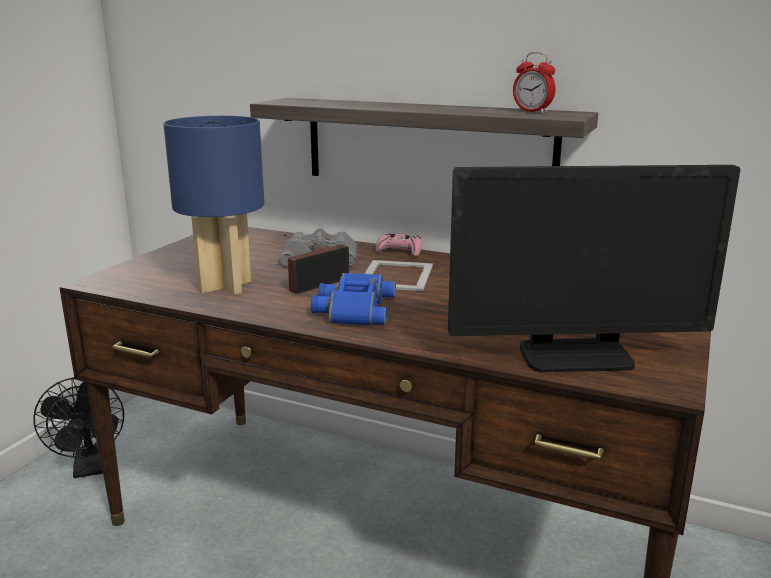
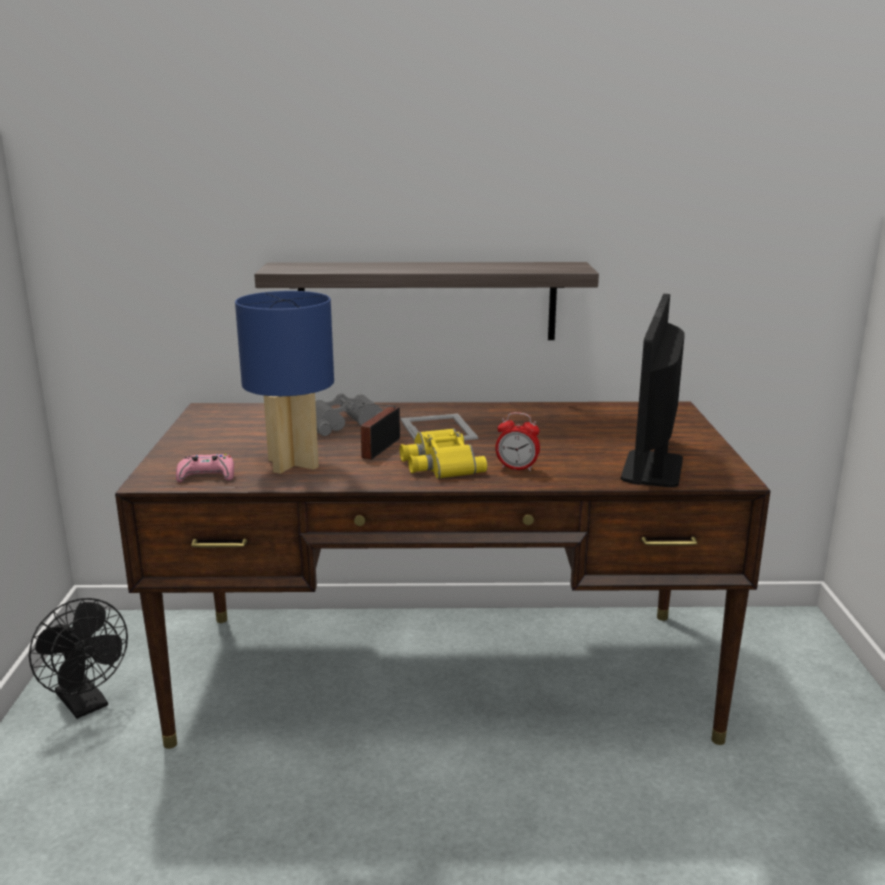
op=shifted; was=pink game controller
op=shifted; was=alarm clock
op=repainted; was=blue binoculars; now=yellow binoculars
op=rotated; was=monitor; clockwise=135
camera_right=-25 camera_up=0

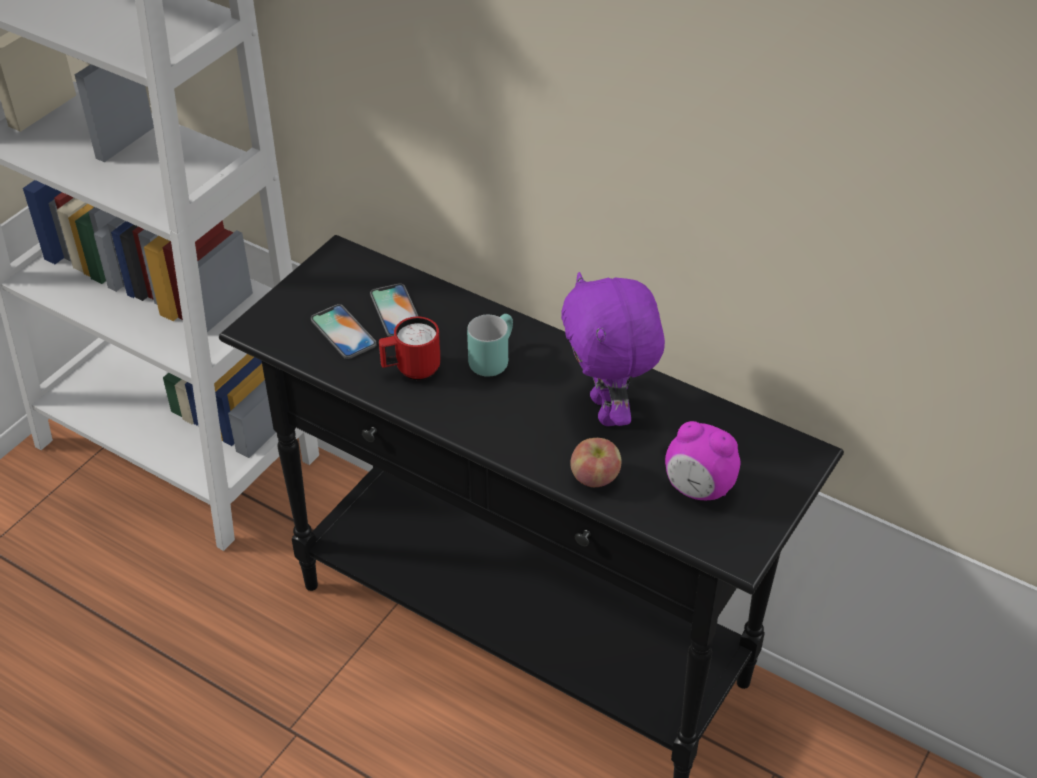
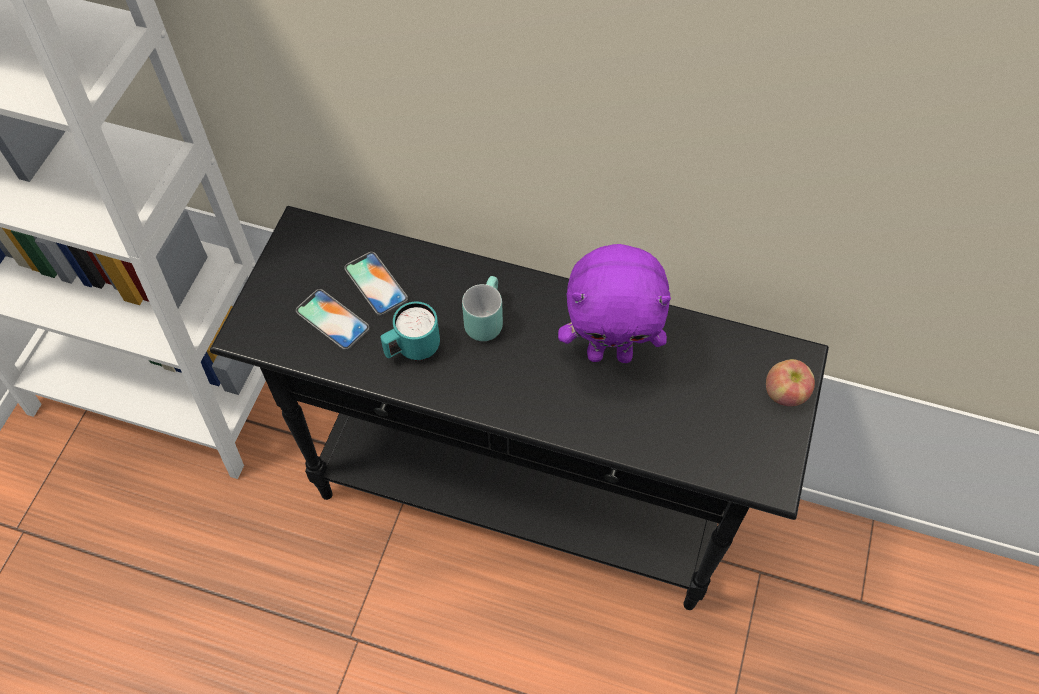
op=gone; was=alarm clock
op=shifted; was=apple
op=repainted; was=red mug; now=turquoise mug (no. 1 from left)
op=rotated; was=purple plush toy; clockwise=-60
camera_right=-15 camera_up=15

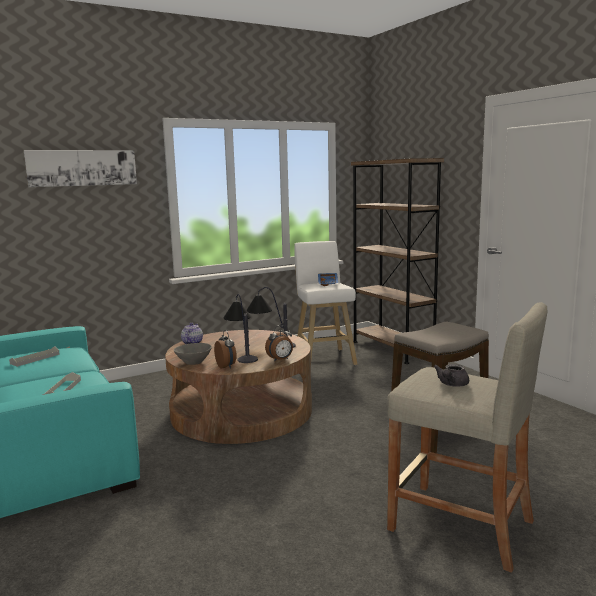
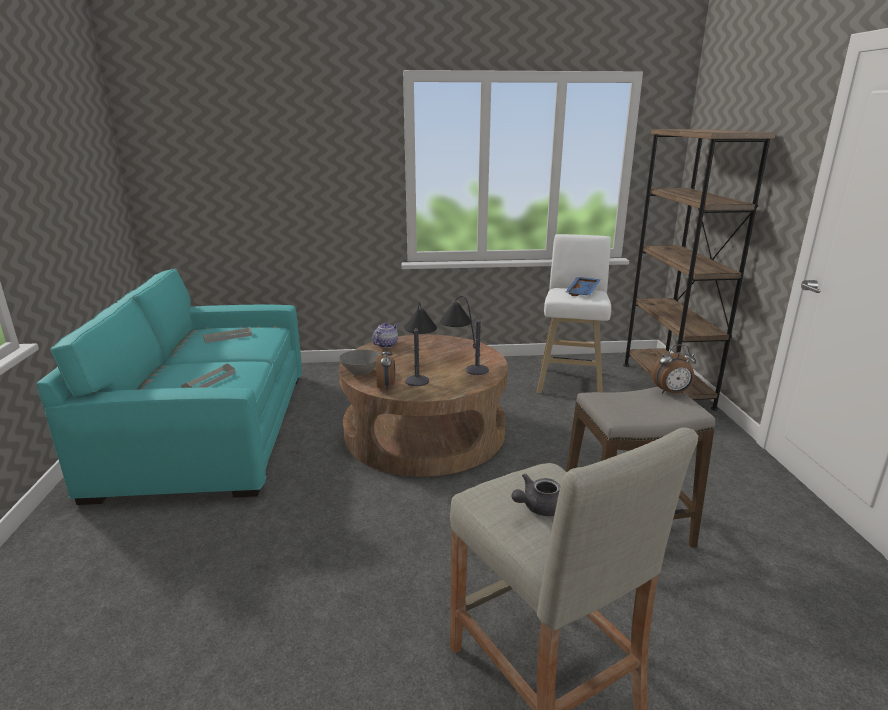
op=gone; was=picture
op=shifted; was=alarm clock (no. 2 from left)
camera_right=25 camera_up=10

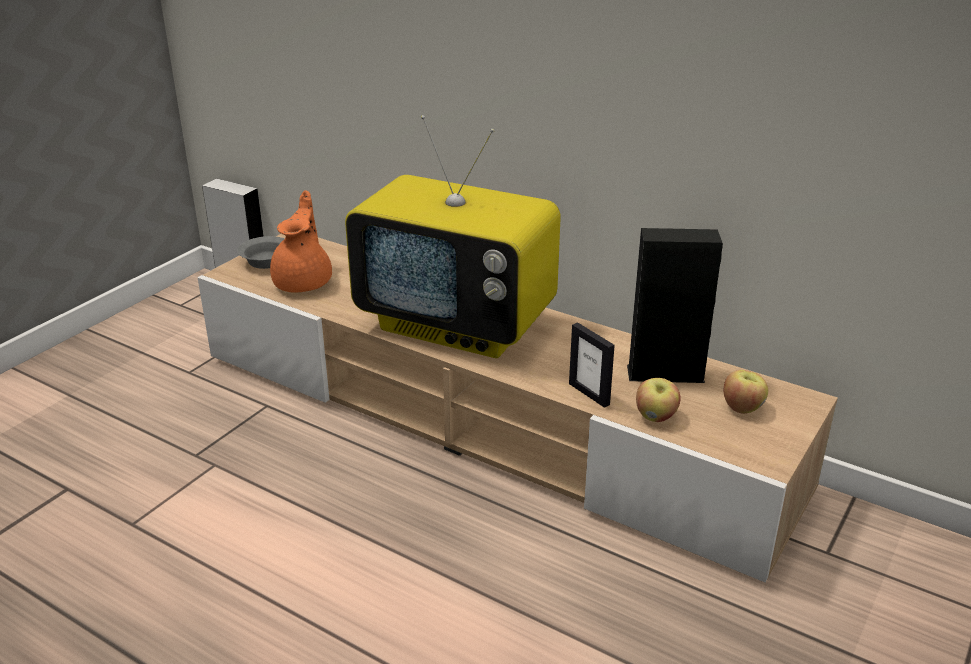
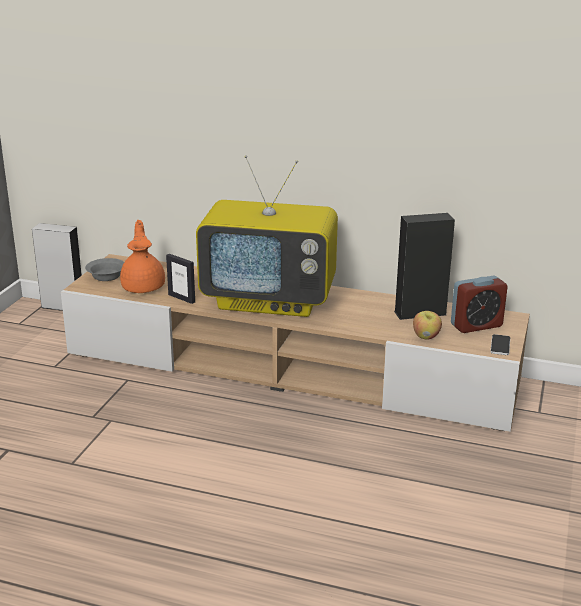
op=new; now=phone
op=shifted; was=picture frame
op=swapped; was=apple (no. 2 from left); now=alarm clock
camera_right=-15 camera_up=-5

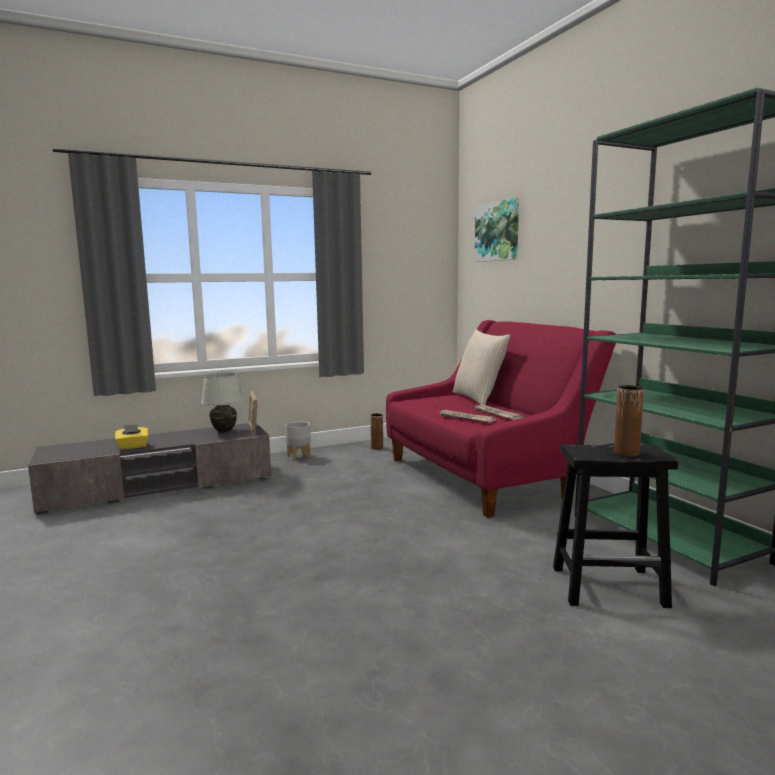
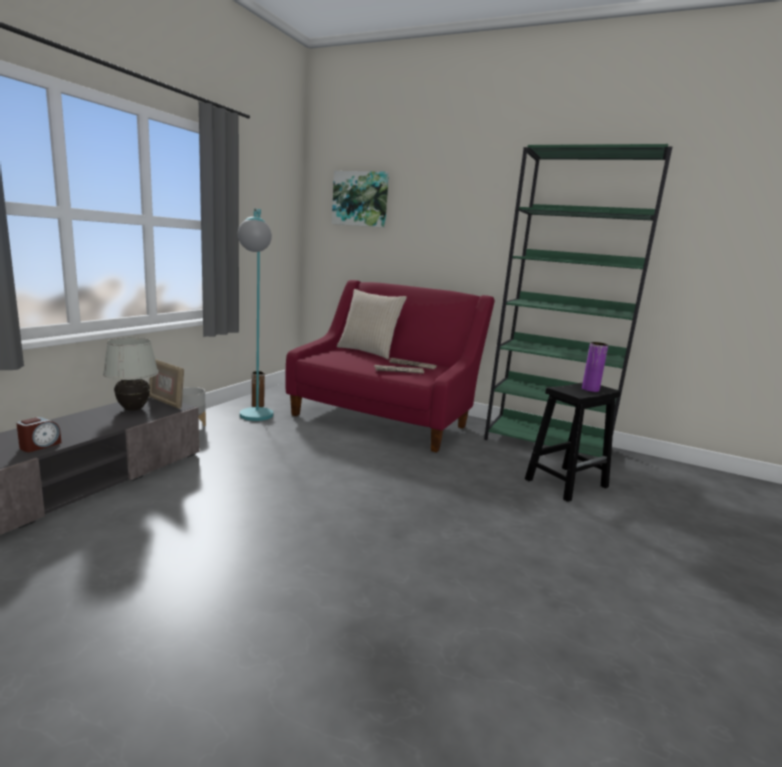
op=new; now=turquoise floor lamp
op=swapped; was=yellow tissue box; now=alarm clock
op=repainted; was=brown vase (no. 2 from left); now=purple vase
camera_right=-40 camera_up=5

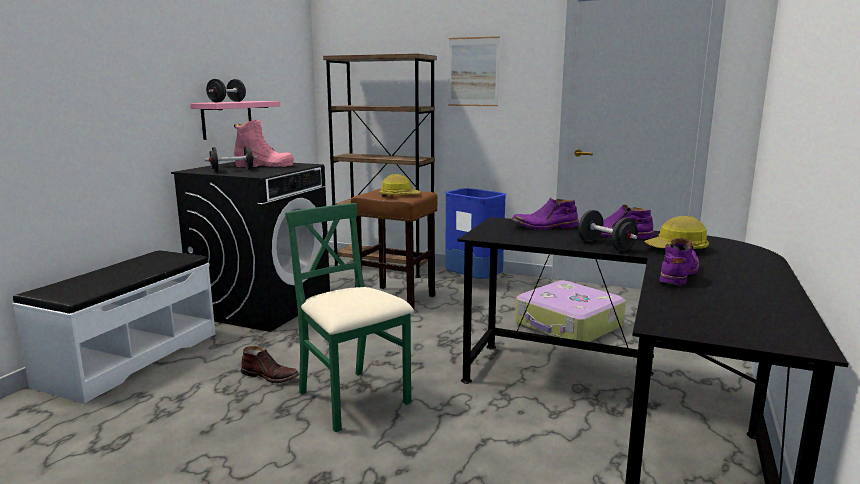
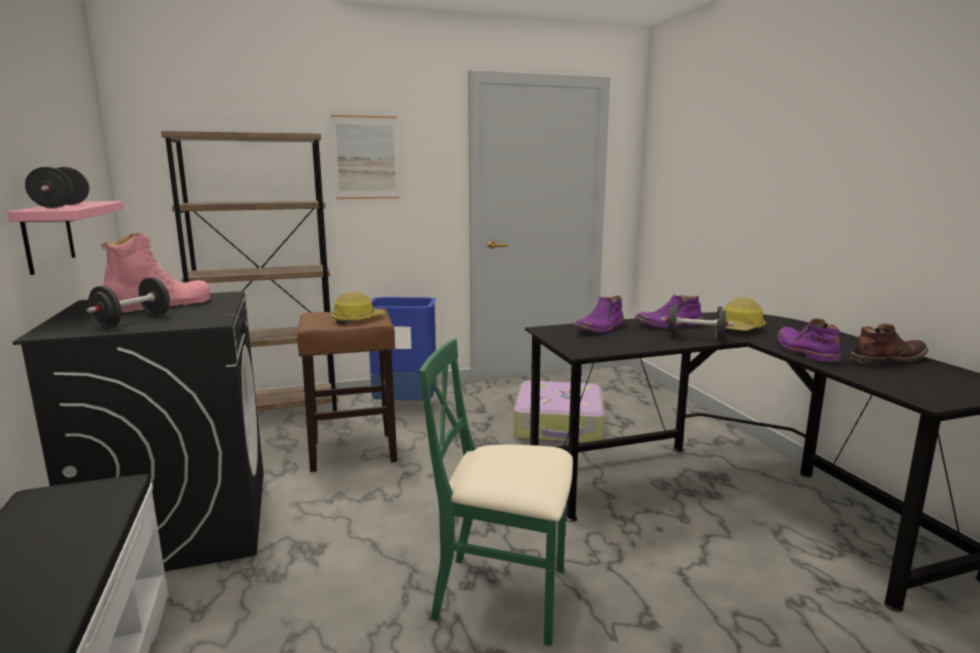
op=shifted; was=brown boot
camera_right=-40 camera_up=0

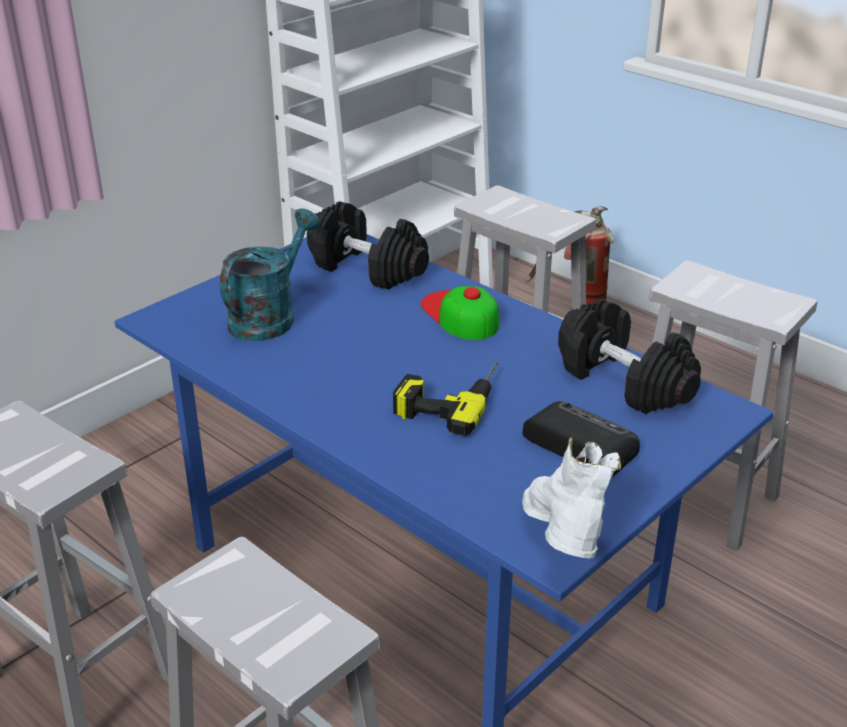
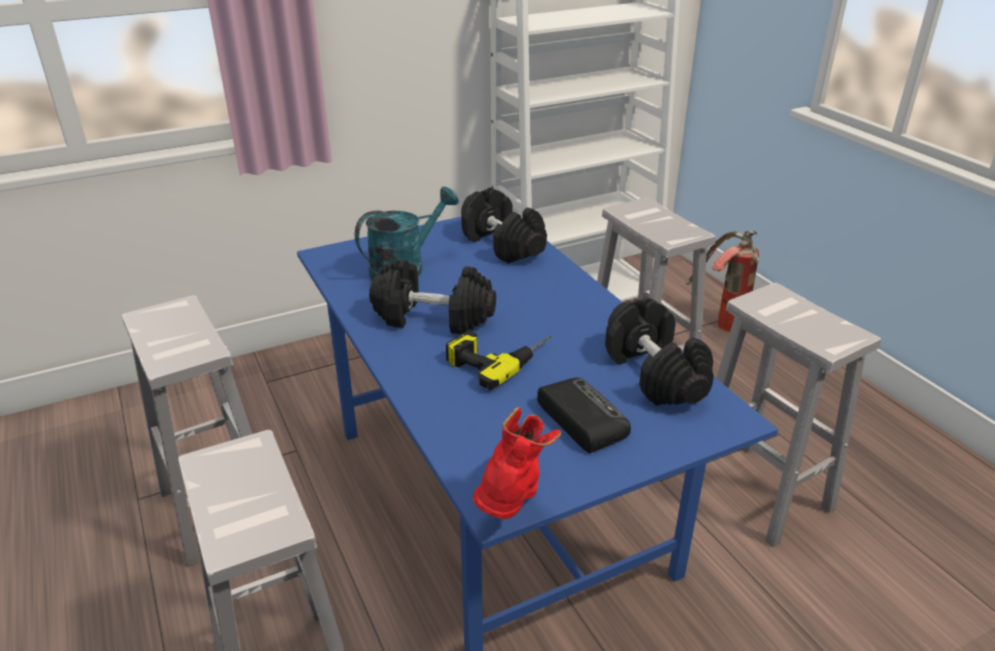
op=gone; was=cap
op=new; now=black dumbbell (no. 1 from left)
op=repainted; was=white boot; now=red boot
camera_right=20 camera_up=0

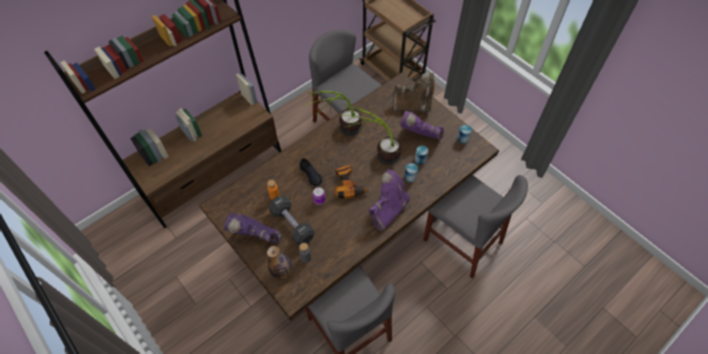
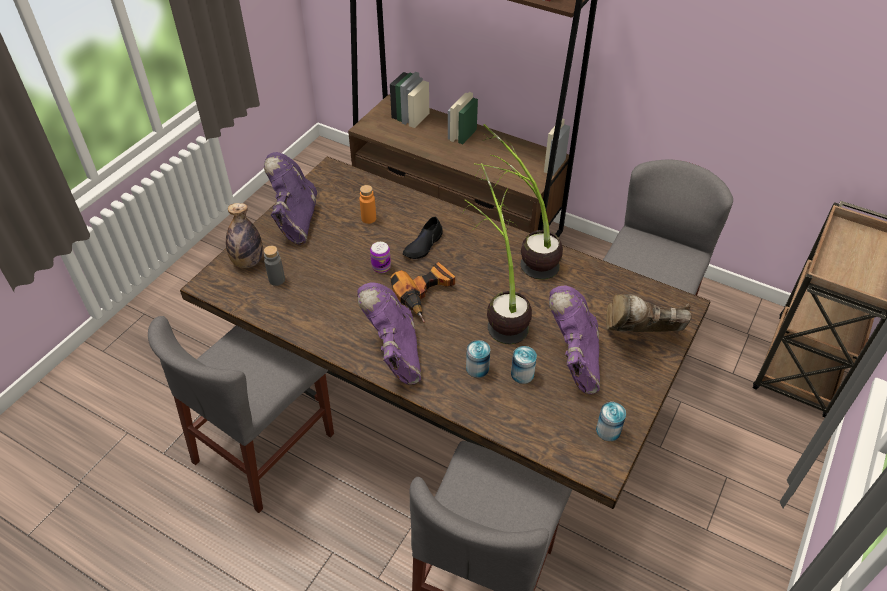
op=gone; was=black dumbbell
op=rotated; was=purple boot (no. 2 from left); clockwise=-120
op=rotated; was=brown boot; clockwise=105
camera_right=70 camera_up=-10

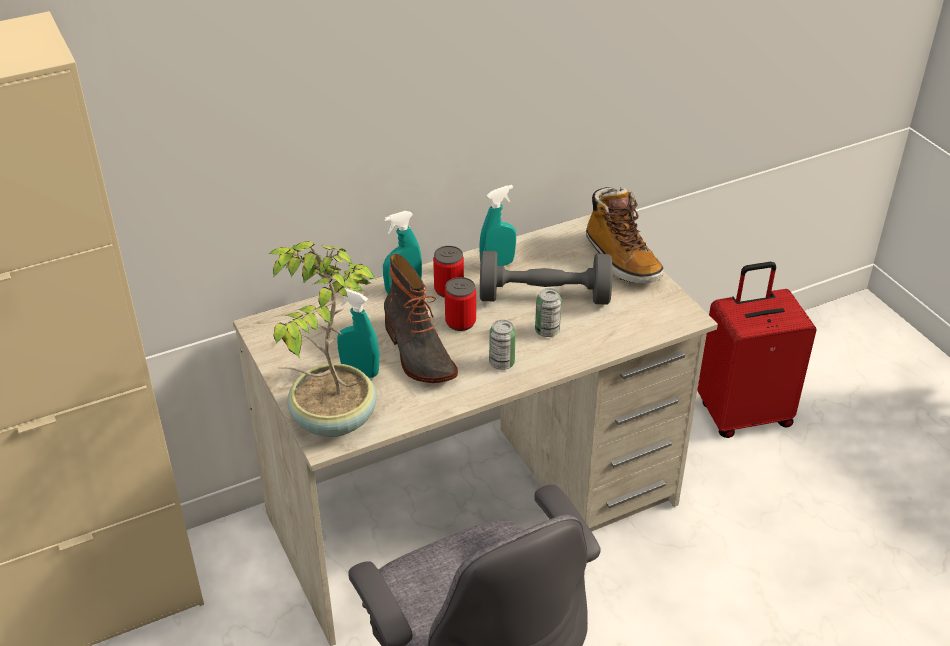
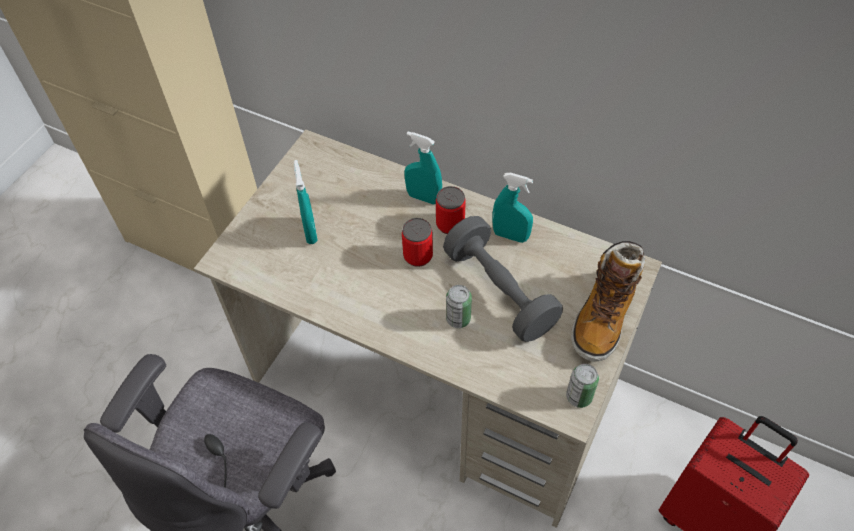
op=gone; was=potted plant
op=gone; was=boot (no. 1 from left)
op=shifted; was=can (no. 3 from left in the first image); now=can (no. 4 from left)
camera_right=55 camera_up=15

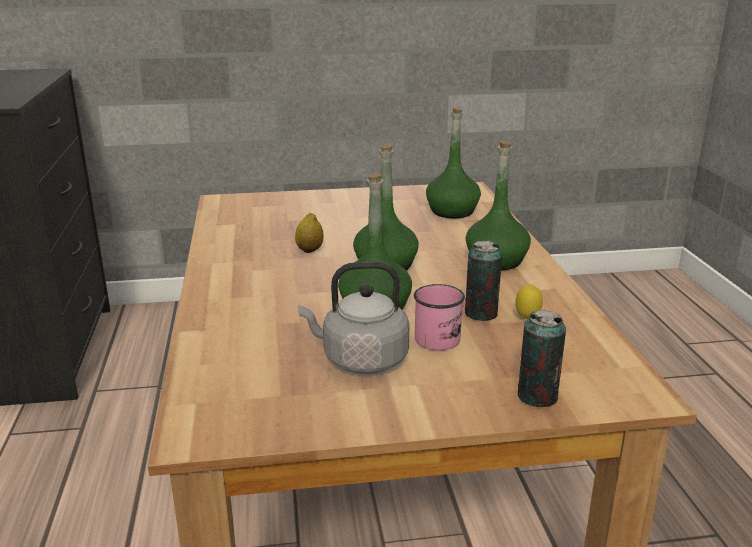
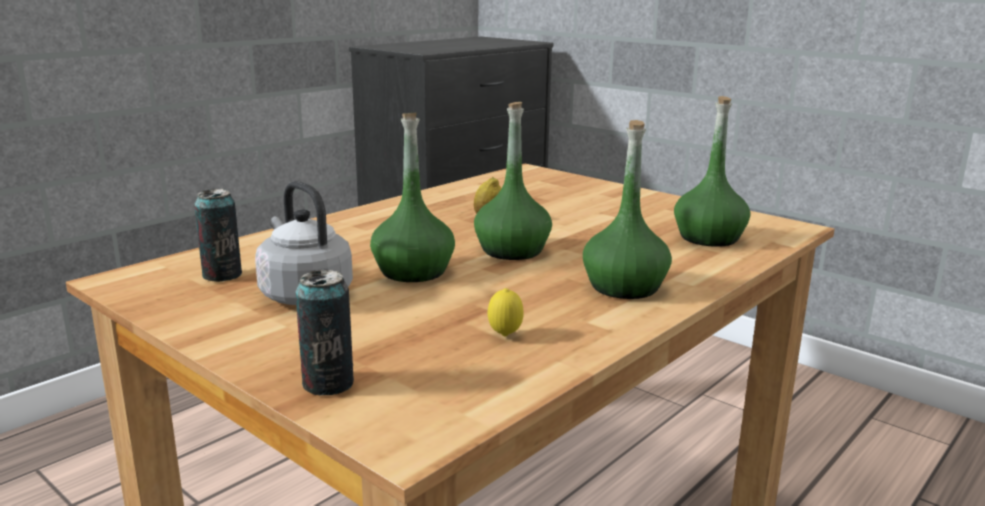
op=gone; was=pink mug
op=shifted; was=can (no. 1 from left)
camera_right=50 camera_up=-5

